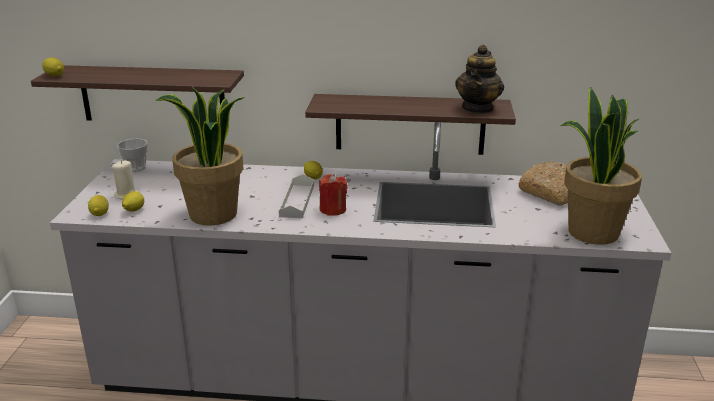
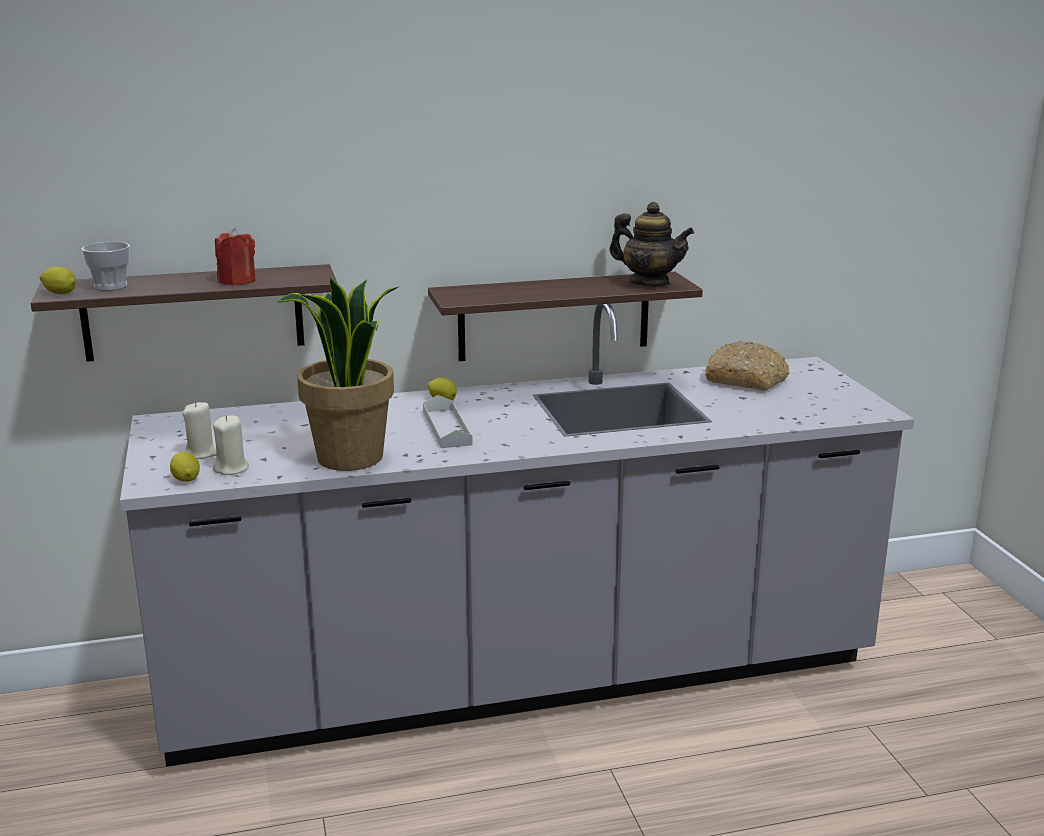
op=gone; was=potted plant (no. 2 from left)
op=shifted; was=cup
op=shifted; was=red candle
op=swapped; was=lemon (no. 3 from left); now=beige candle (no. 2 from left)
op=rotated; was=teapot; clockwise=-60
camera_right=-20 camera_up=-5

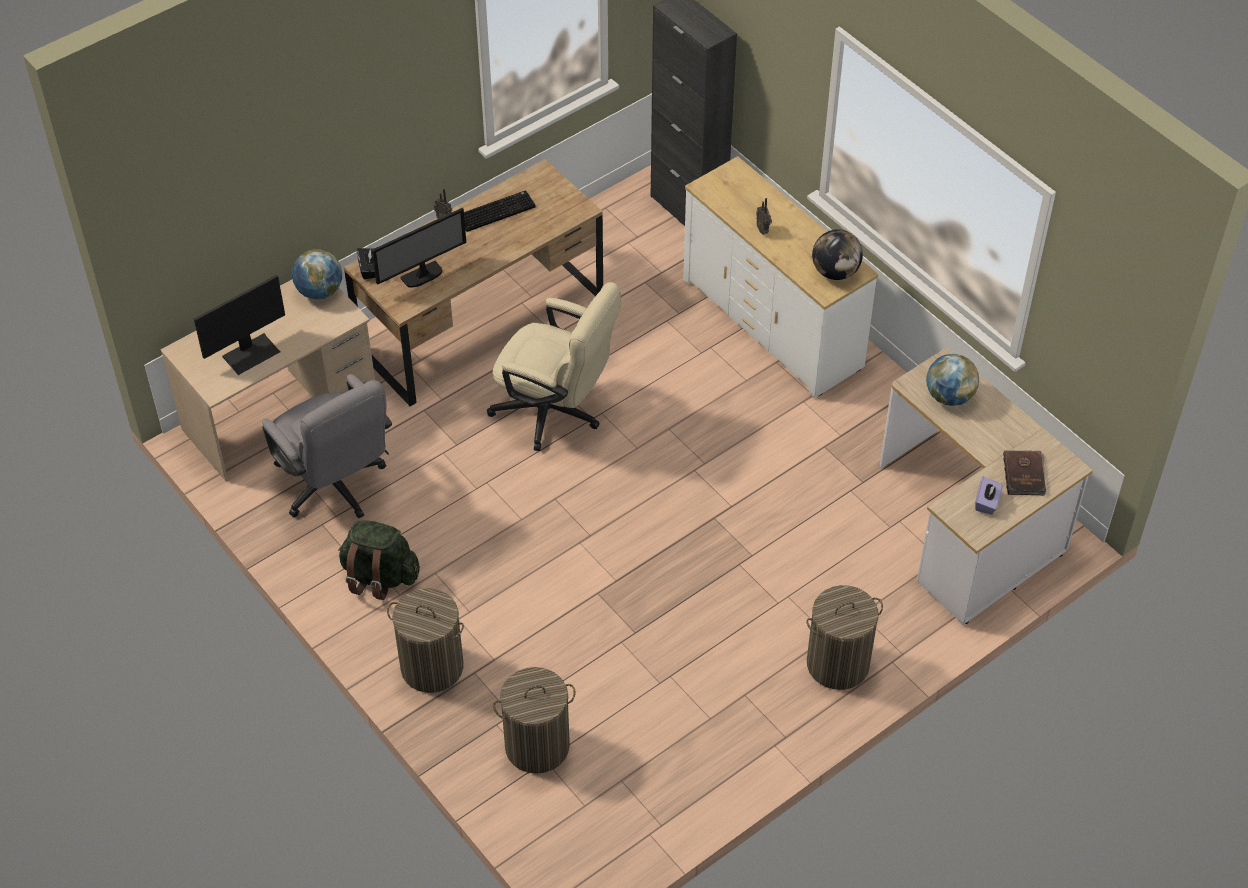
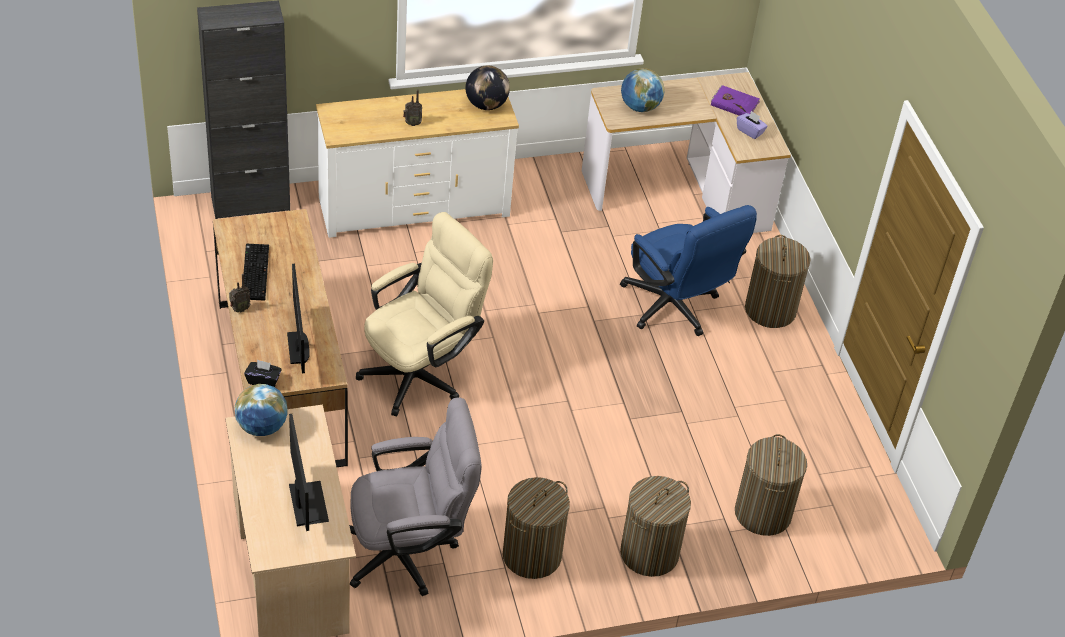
op=new; now=blue office chair
op=swapped; was=green backpack; now=laundry basket (no. 1 from left)
op=repainted; was=brown book; now=purple book
camera_right=-70 camera_up=-5

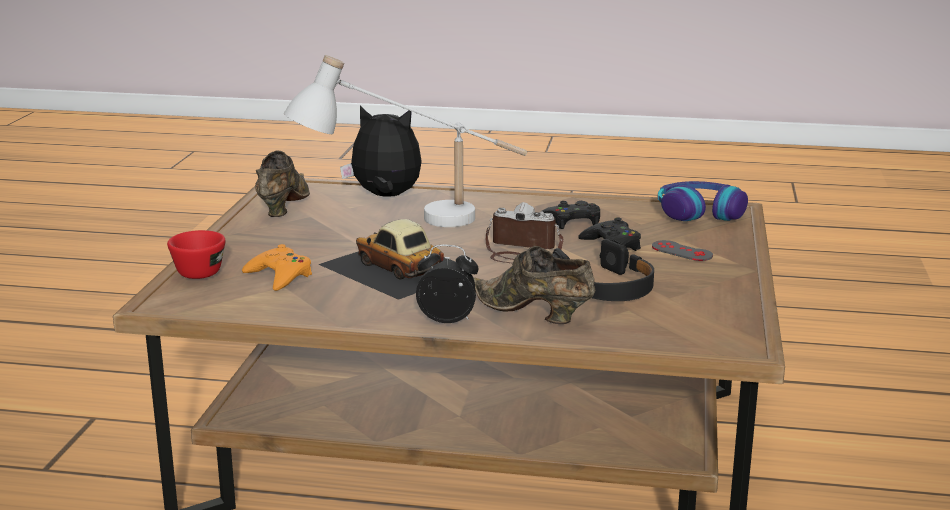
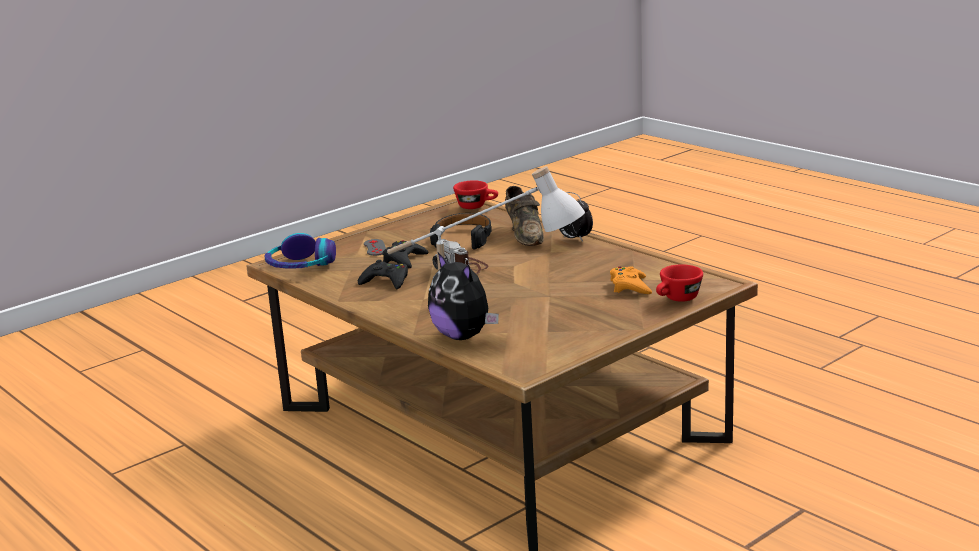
op=gone; was=brown shoe (no. 1 from left)
op=gone; was=toy car
op=new; now=red cup (no. 1 from left)
camera_right=-140 camera_up=0

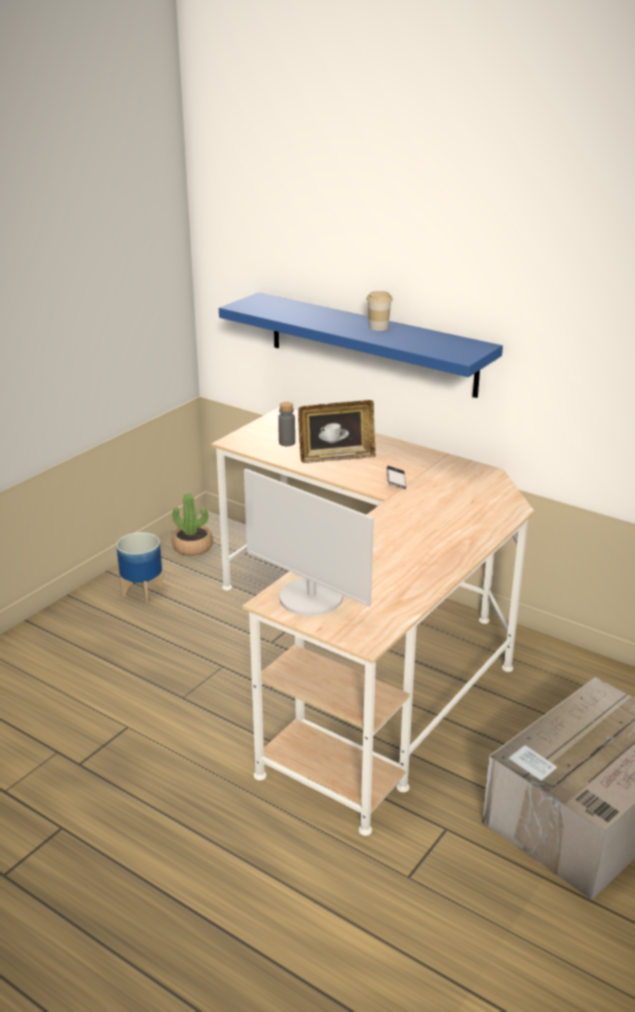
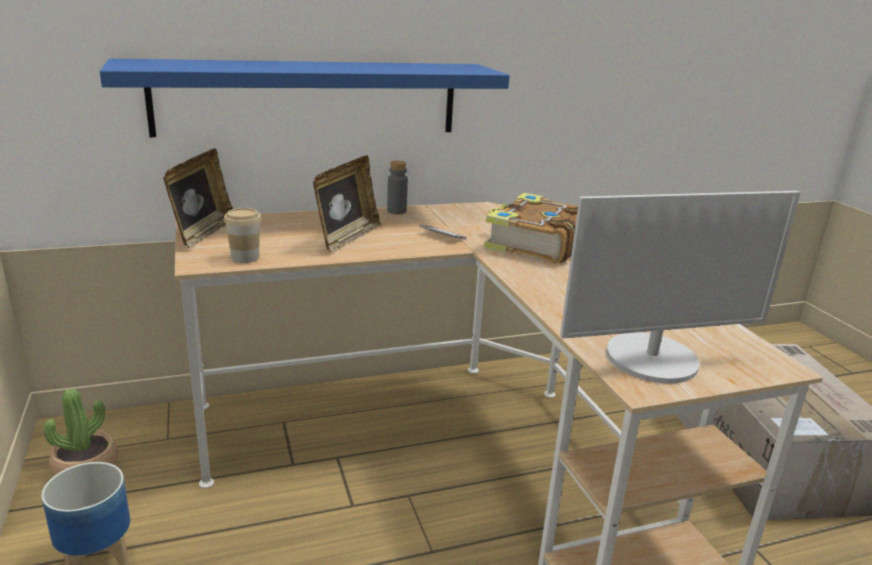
op=new; now=picture frame (no. 1 from left)
op=new; now=book
op=shifted; was=grey bottle
op=shifted; was=cup
camera_right=-55 camera_up=-5

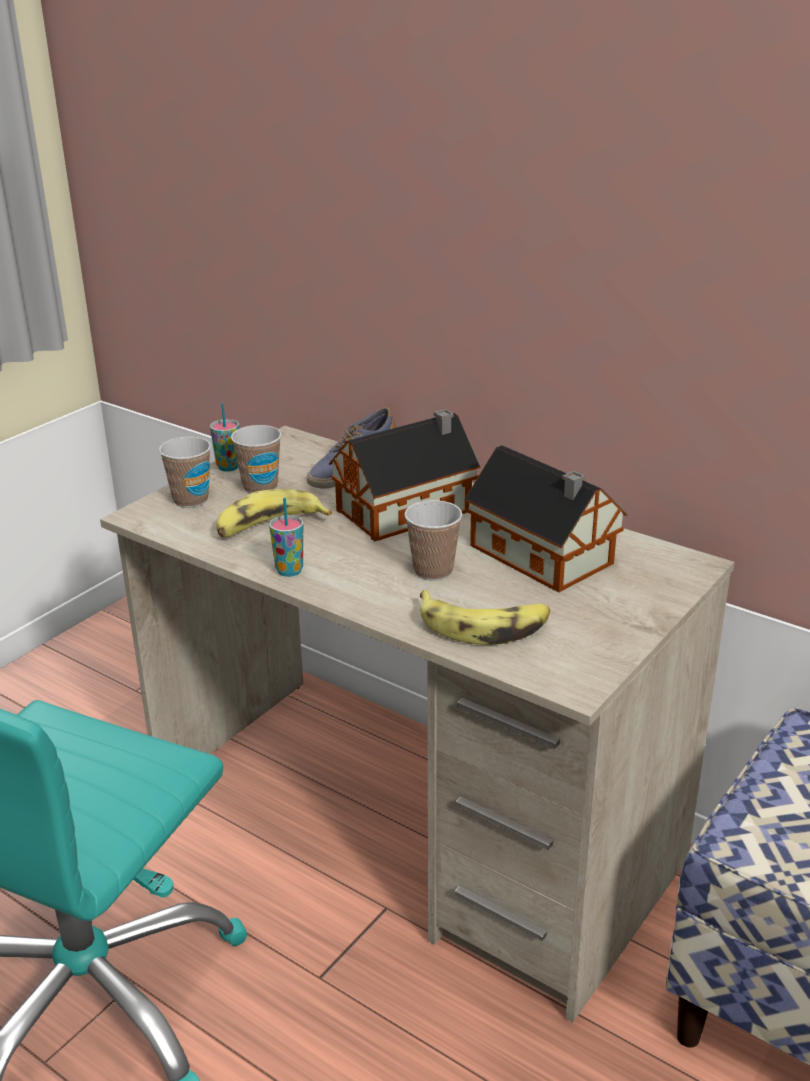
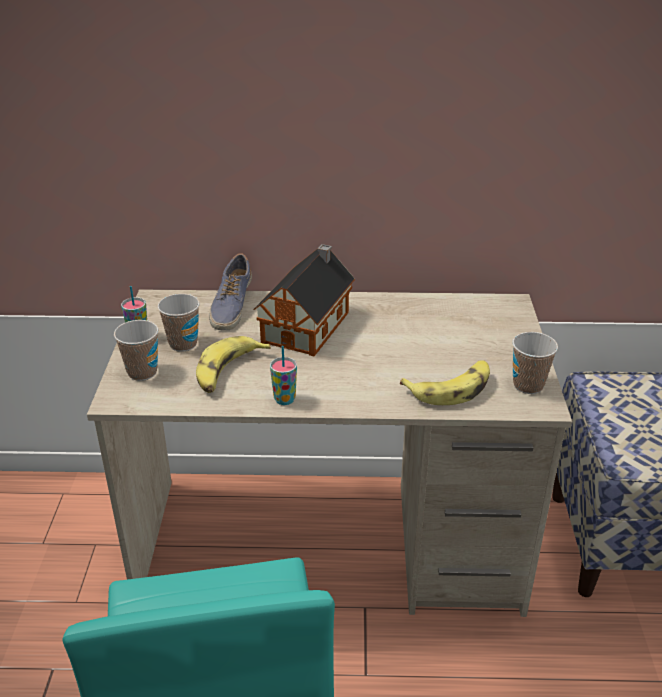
op=gone; was=toy house (no. 2 from left)
op=shifted; was=cup (no. 5 from left)
camera_right=-35 camera_up=5

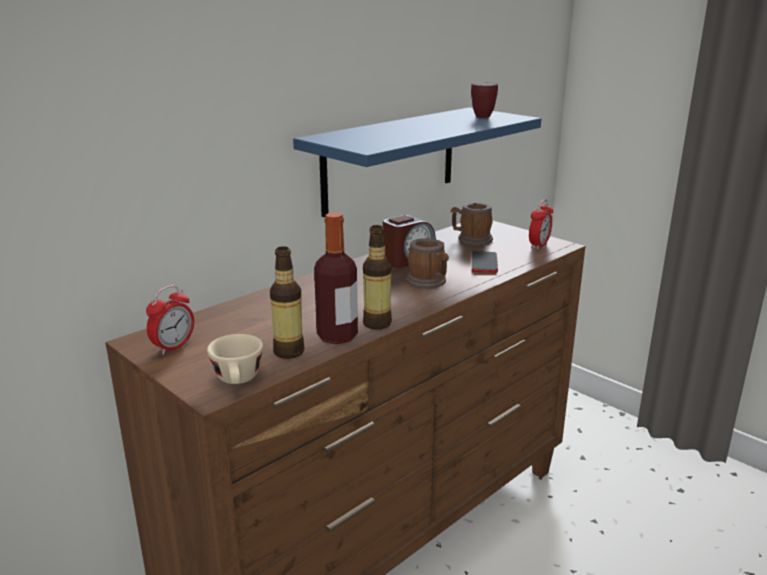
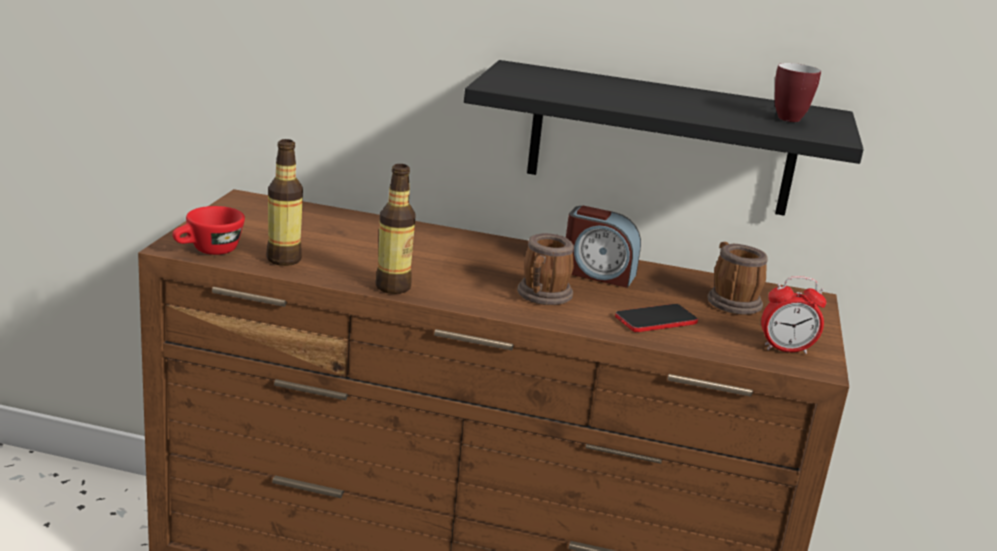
op=gone; was=alarm clock (no. 1 from left)
op=gone; was=bottle (no. 2 from left)
op=repainted; was=beige cup; now=red cup
op=repainted; was=blue shelf; now=black shelf
camera_right=55 camera_up=0

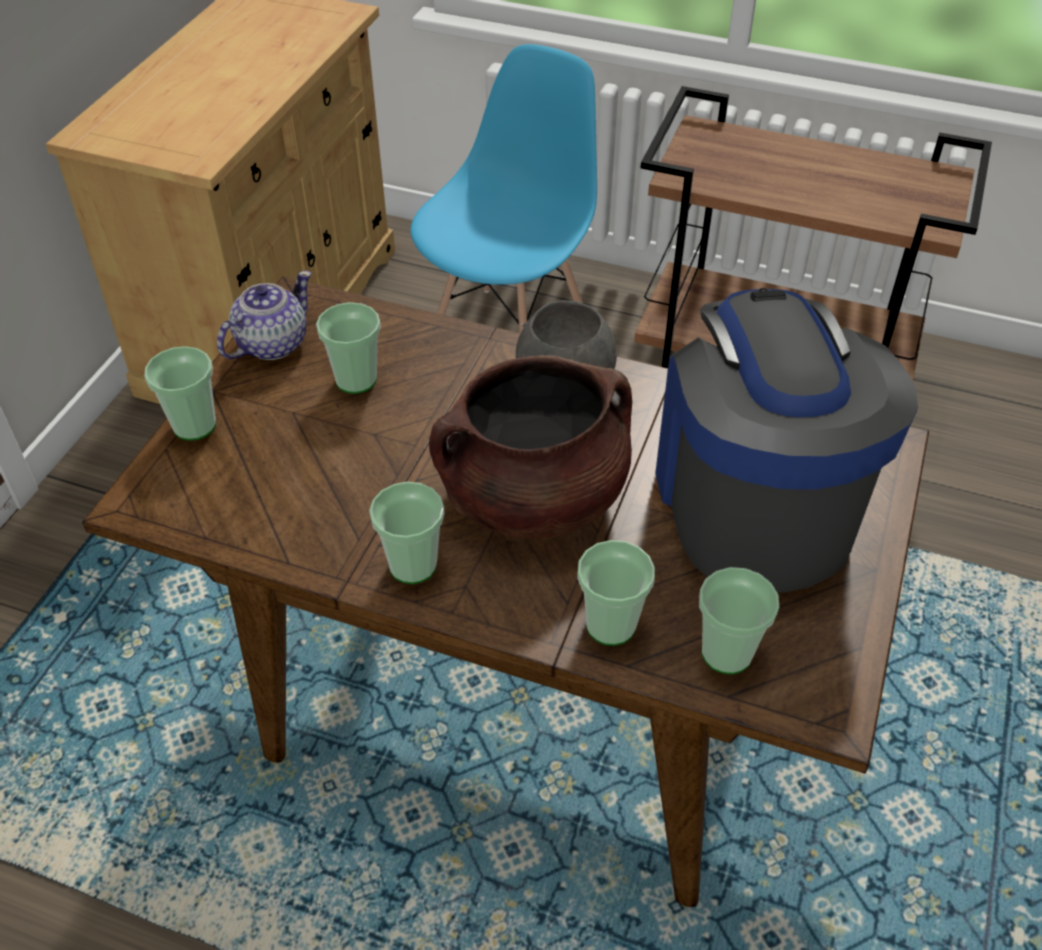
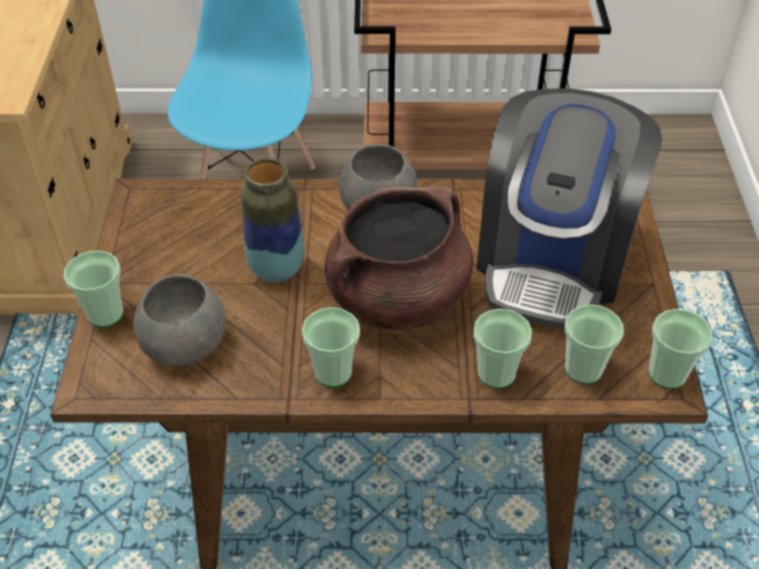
op=gone; was=teapot
op=new; now=grey bowl (no. 1 from left)
op=new; now=vase
op=shifted; was=cup (no. 2 from left in the first image); now=cup (no. 5 from left)
op=rotated; was=coffee machine; clockwise=-135
camera_right=-20 camera_up=0

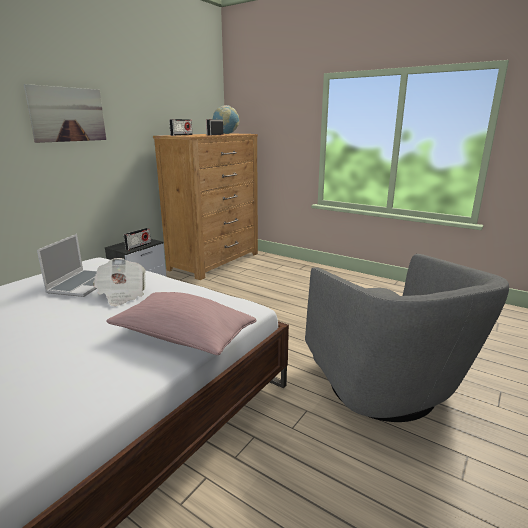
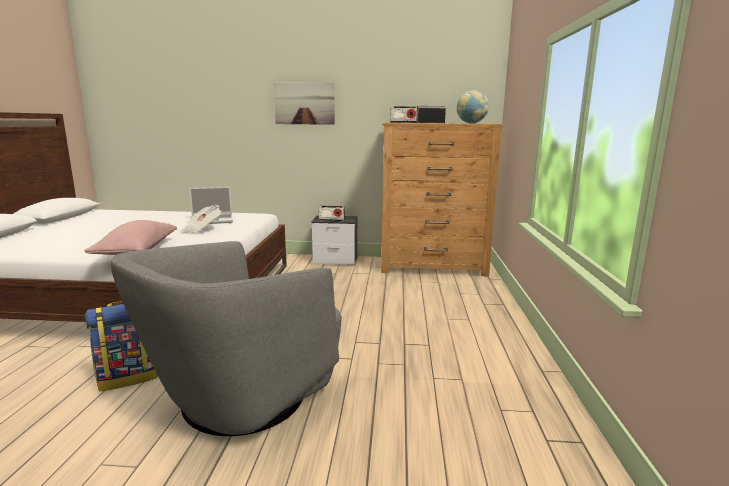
op=new; now=backpack
camera_right=60 camera_up=-5

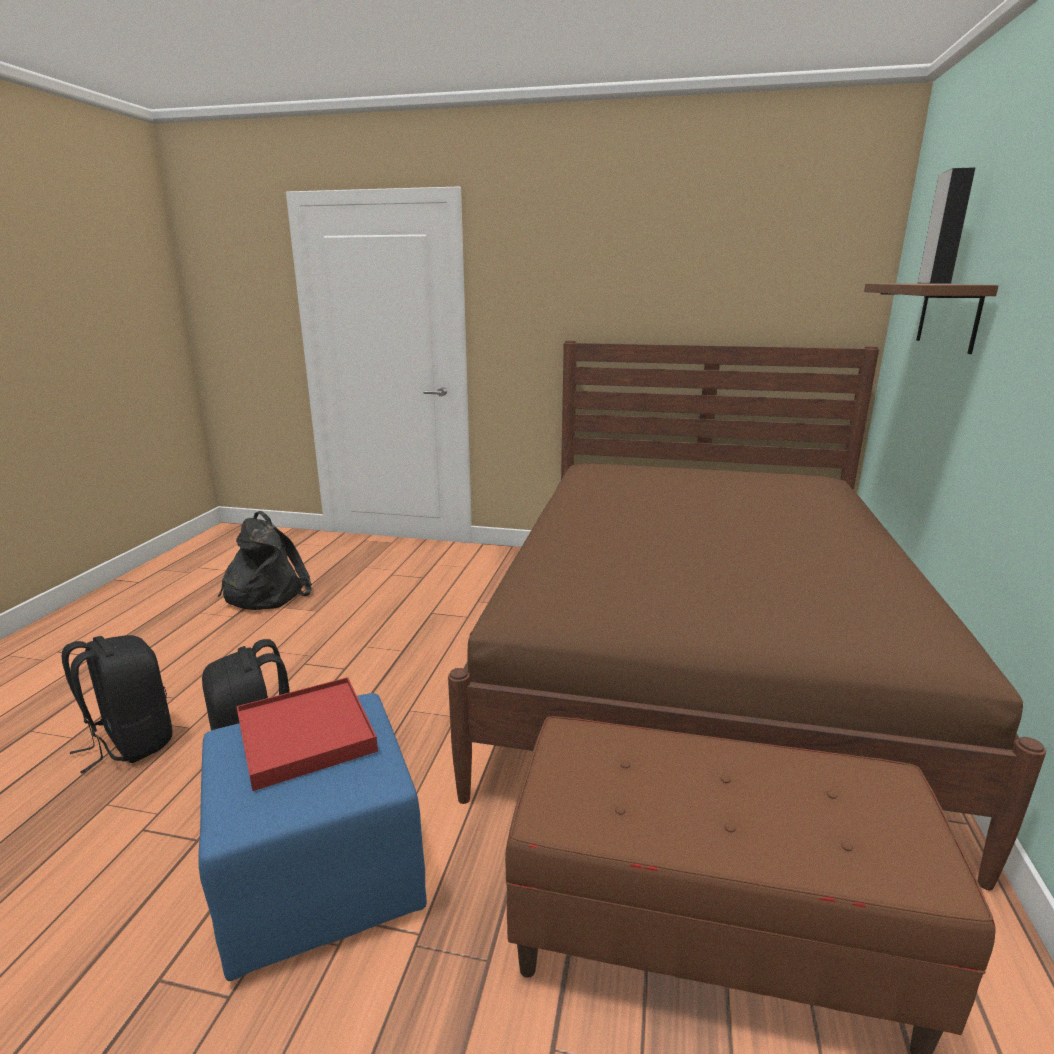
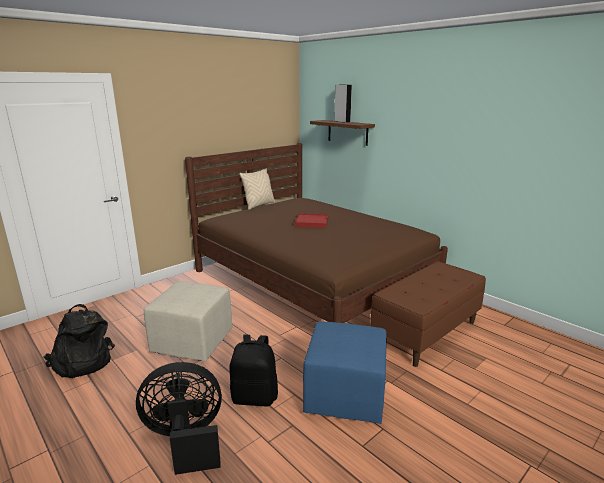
op=new; now=beige ottoman
op=new; now=beige pillow
op=shifted; was=red tray
op=swapped; was=black backpack (no. 1 from left); now=black fan
camera_right=-55 camera_up=0

